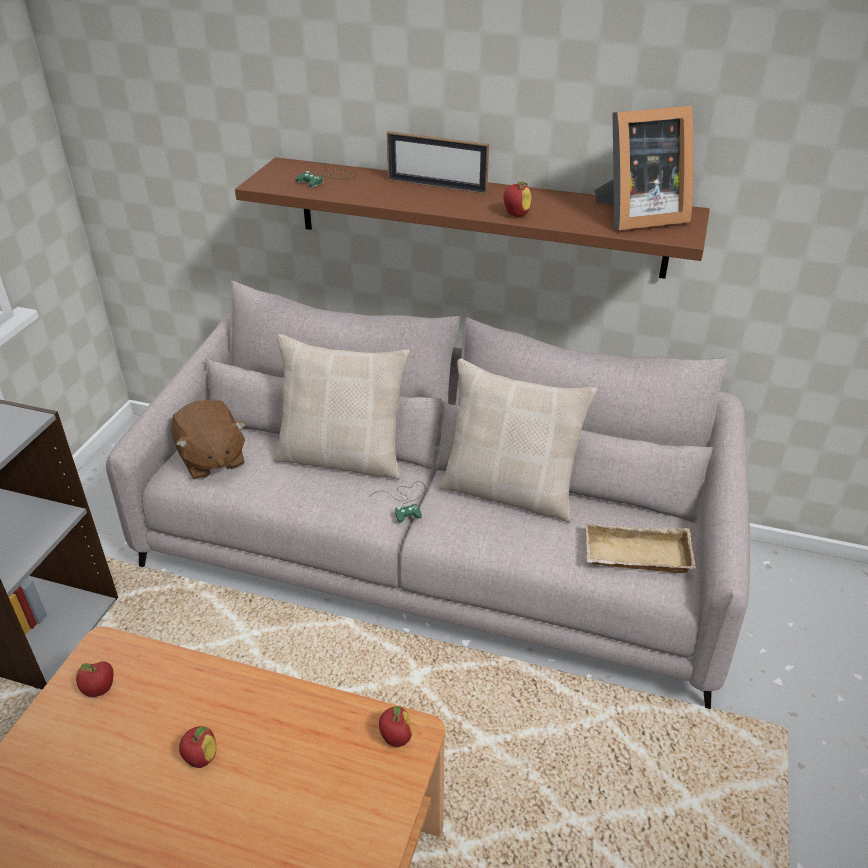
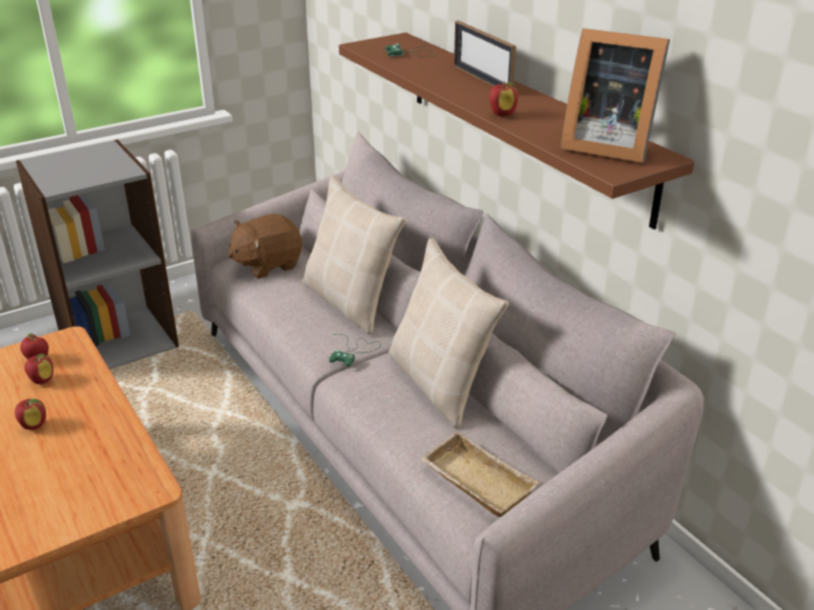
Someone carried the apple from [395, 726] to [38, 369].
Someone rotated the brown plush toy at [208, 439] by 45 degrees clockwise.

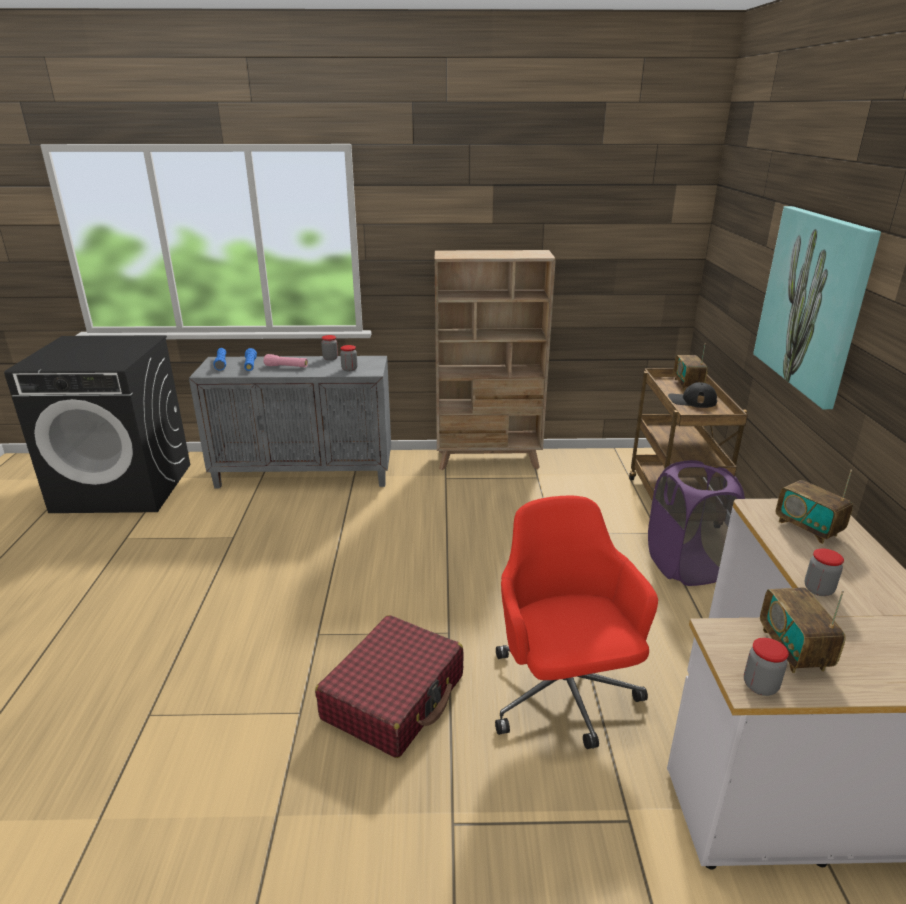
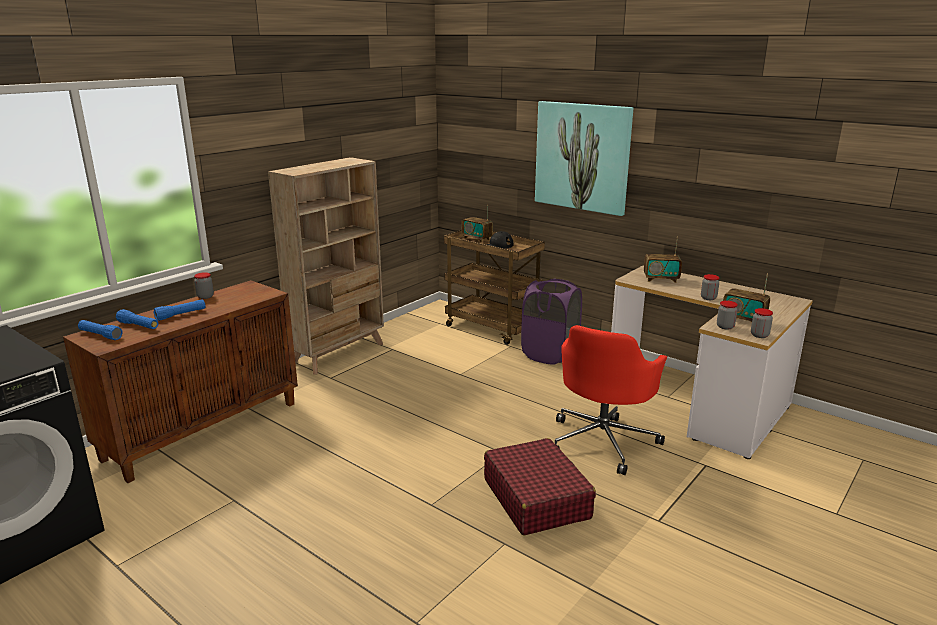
Someone carried the jar from [349, 358] to [727, 315].
Someone repainted the grey cabinet at [290, 422], which became the brown cabinet at [180, 381].
Someone repainted the pink flashlight at [285, 360], which became the blue flashlight at [179, 310].
Someone rotated the red office chair at [576, 622] by 90 degrees counterclockwise.

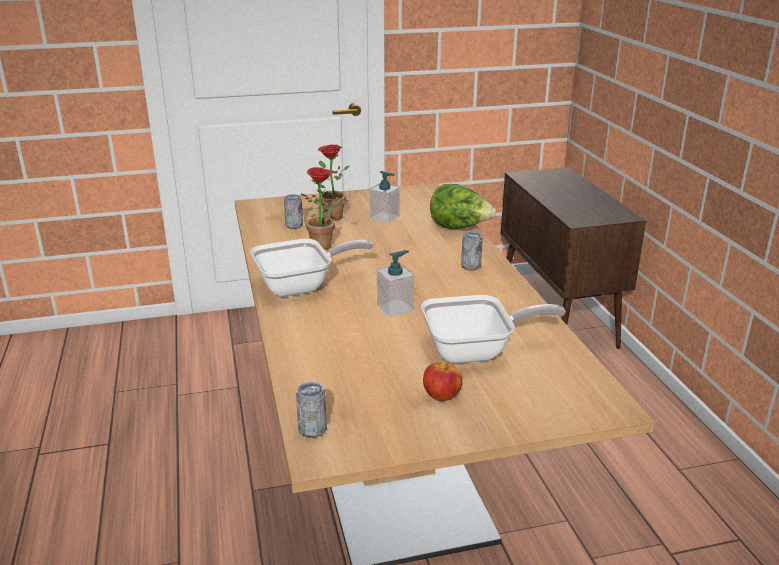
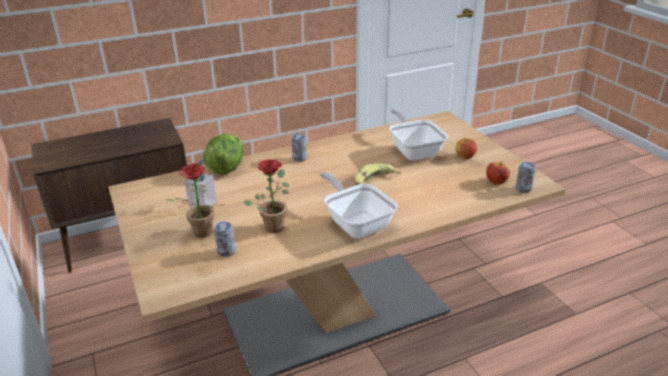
Someone put down the apple at [498, 173].
Someone swapped the soap dispenser at [395, 283] for the banana at [377, 174].

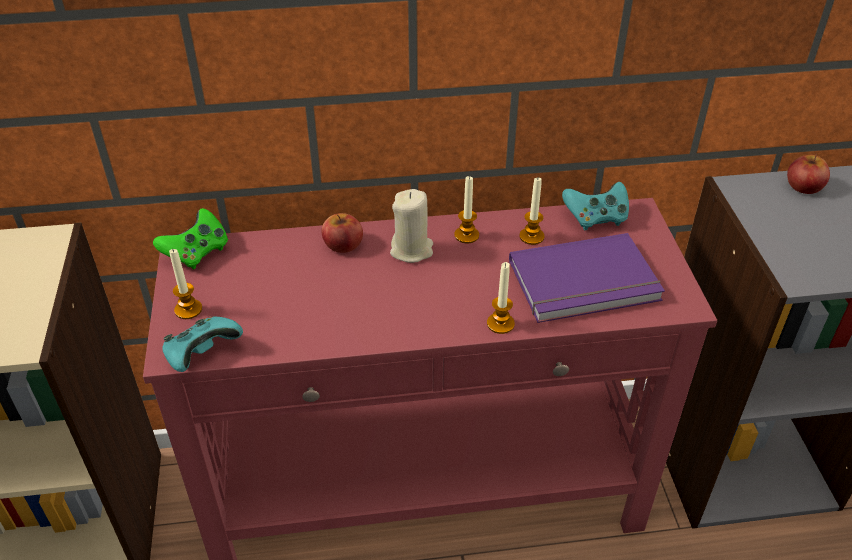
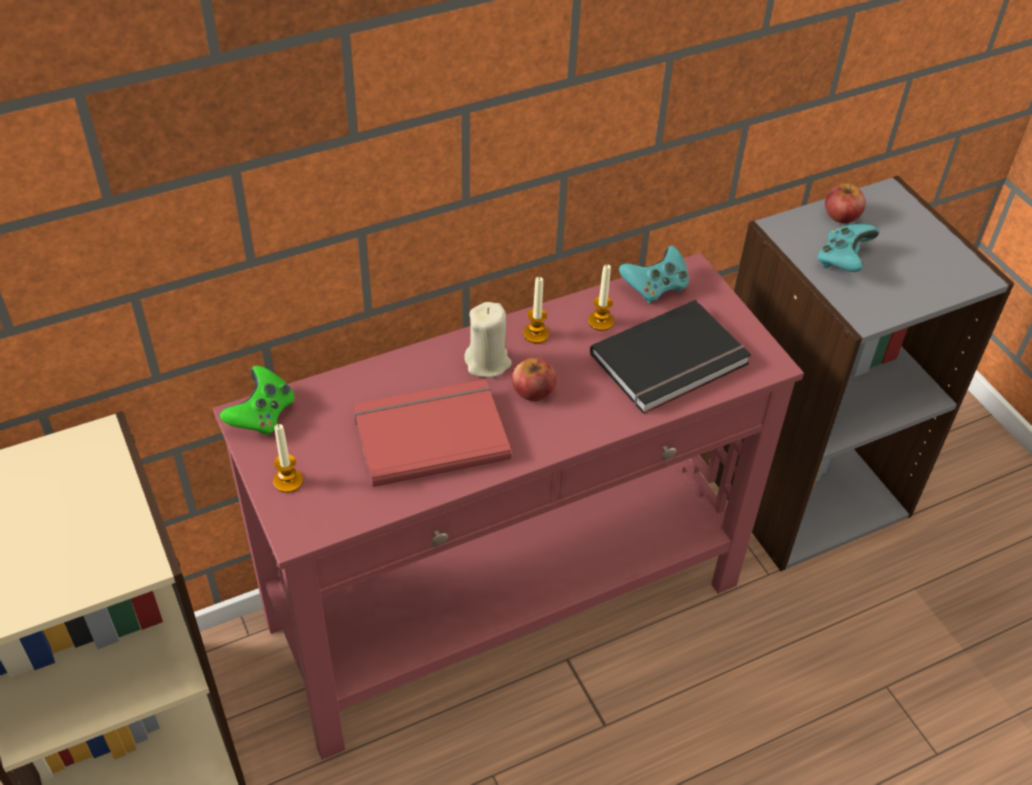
Someone took away the candle at [501, 298].
Someone put down the red book at [432, 433].
Someone carried the turquoise game controller from [202, 344] to [848, 248].
Someone carried the apple from [342, 233] to [534, 379].
Someone repainted the purple book at [587, 278], which became the black book at [670, 357].

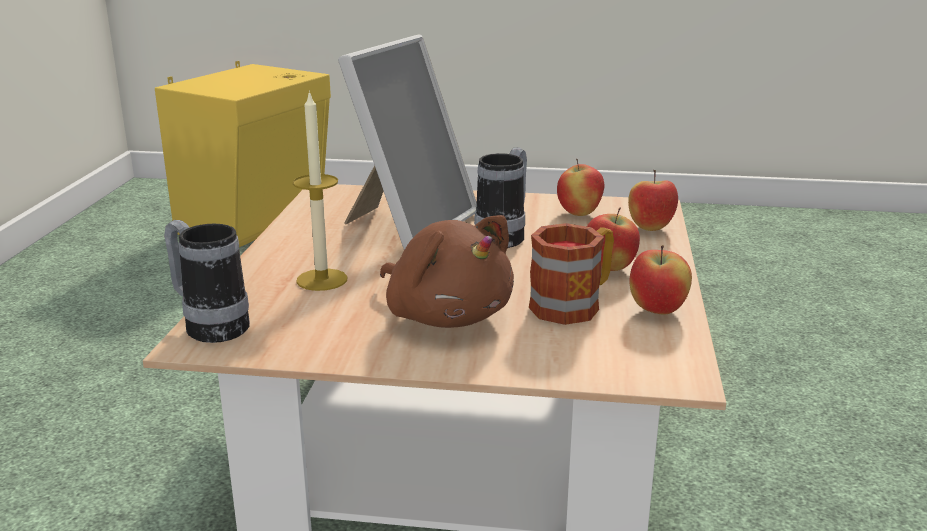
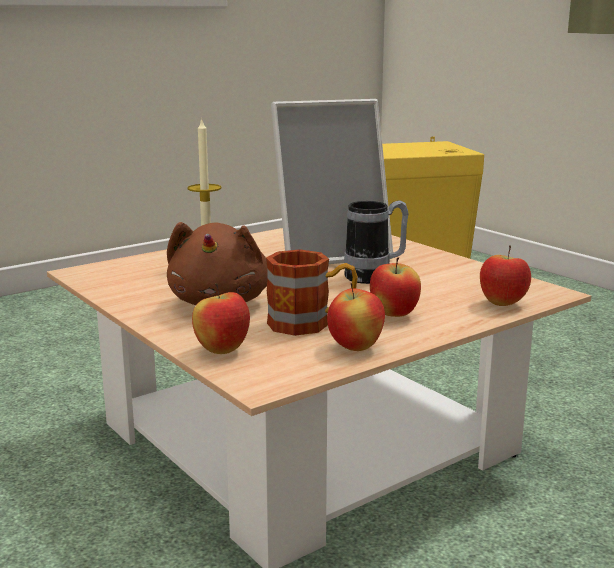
Someone took away the mug at [207, 281].
Someone carried the apple from [580, 187] to [221, 318].

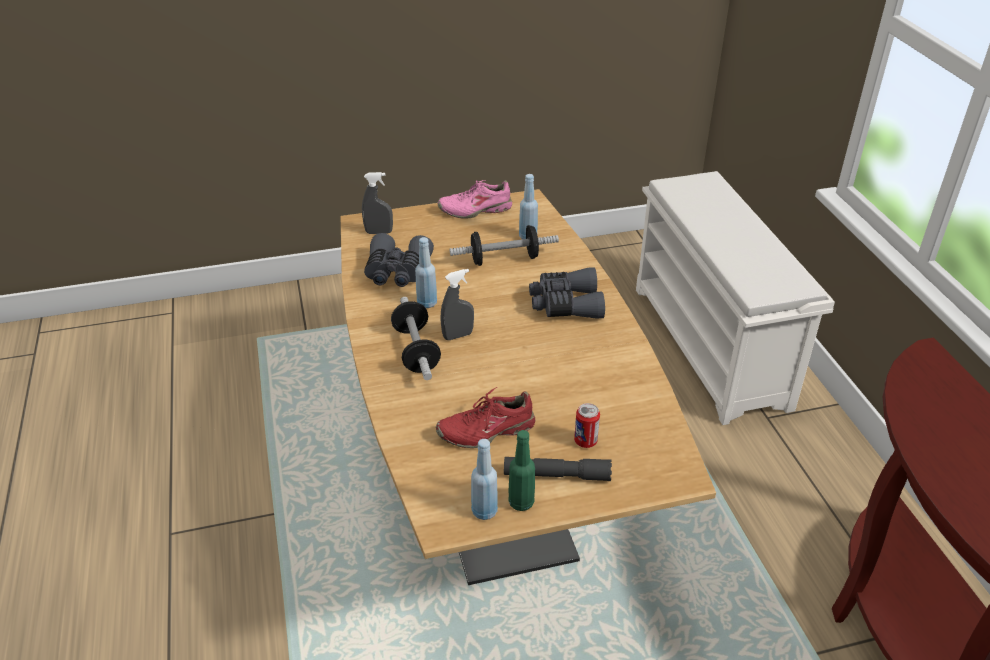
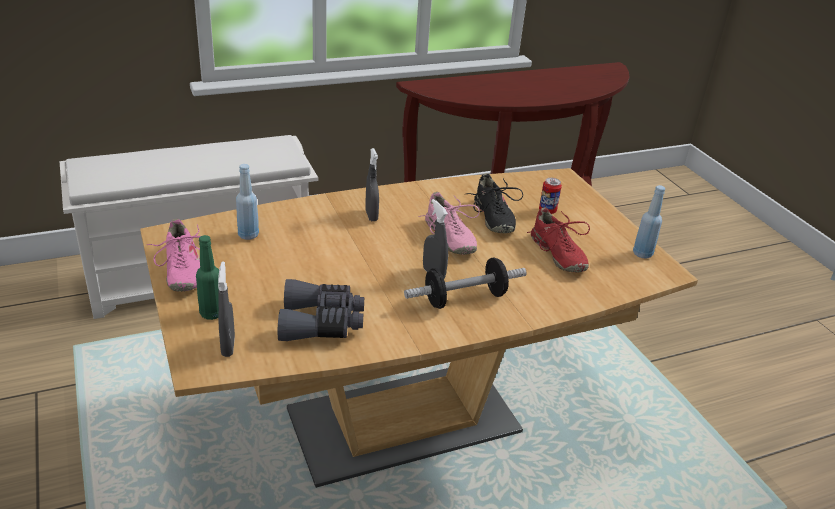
Someone took away the blue bottle at [426, 272].
Someone took away the dumbbell at [504, 245].
Someone took away the grey flashlight at [558, 469].
Someone put down the pink shoe at [449, 223].
Someone put down the black shoe at [493, 203].
Someone carried the green bottle from [521, 470] to [207, 277].
Someone swapped the grey binoculars at [567, 293] for the grey spray bottle at [372, 184].

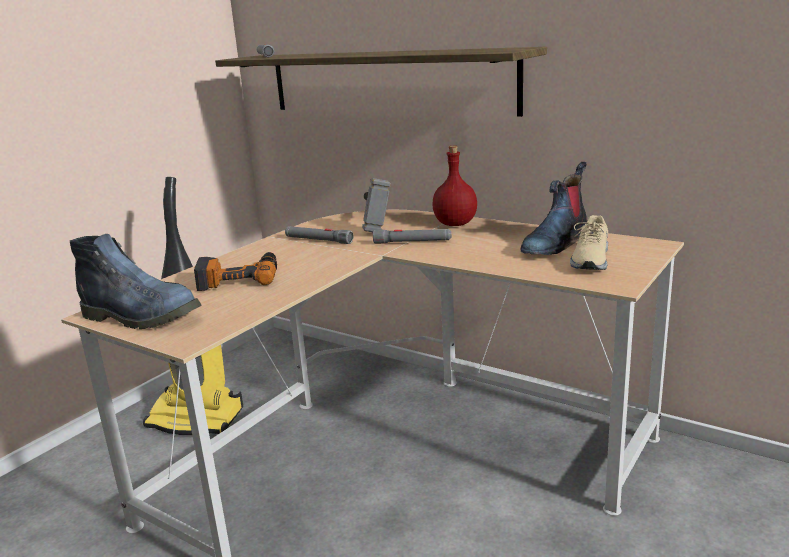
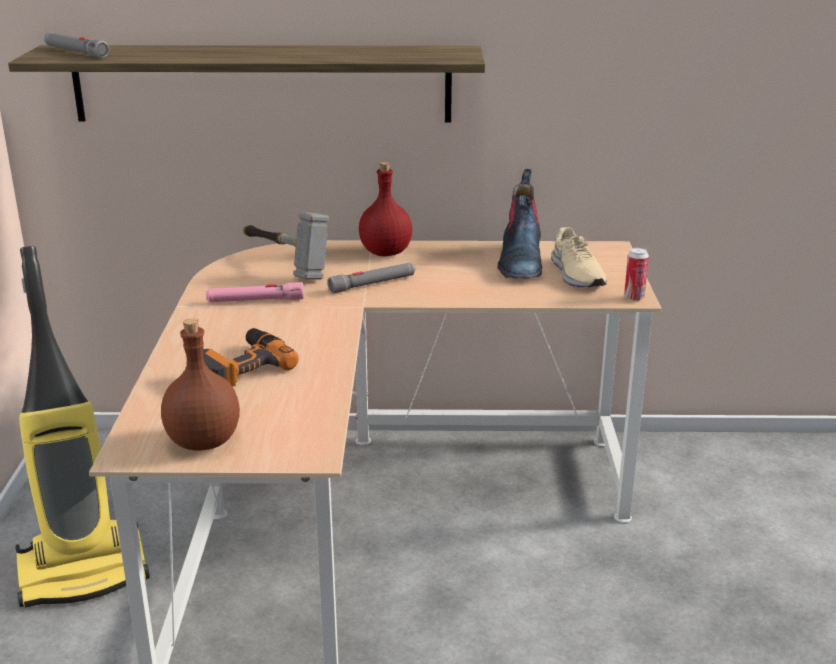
Someone put down the can at [636, 274].
Someone swapped the boot at [136, 281] for the brown bottle at [200, 384].
Someone repainted the grey flashlight at [319, 235], which became the pink flashlight at [255, 292].

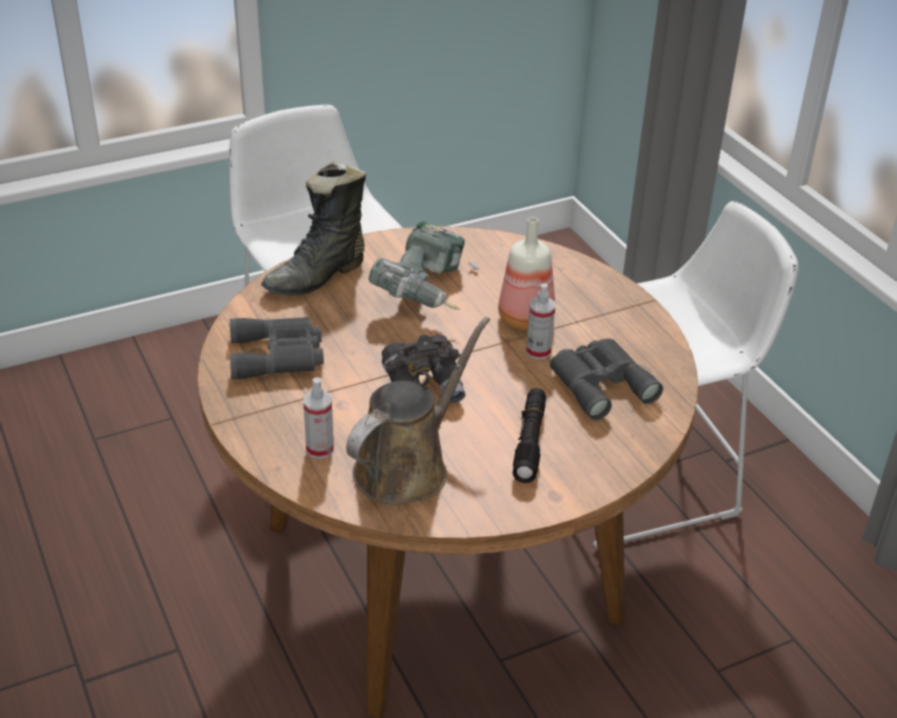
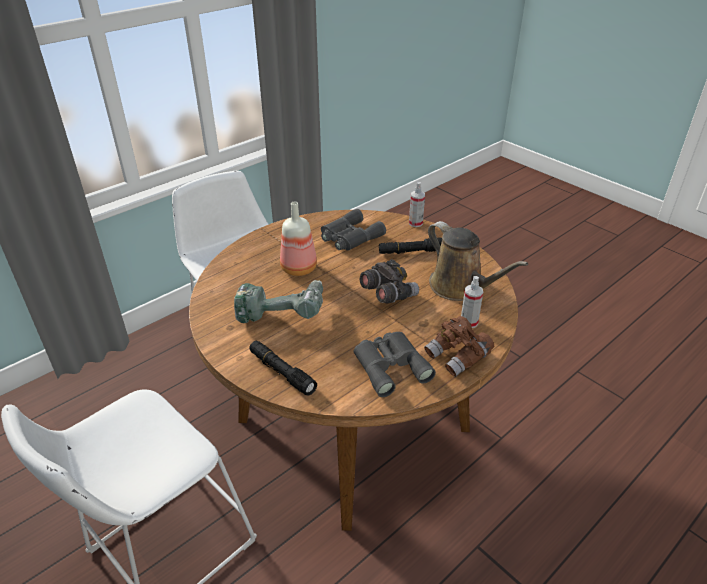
Someone put down the brown binoculars at [459, 346].
Someone carried the spray bottle from [540, 322] to [417, 204].
Someone swapped the black boot at [313, 228] for the black flashlight at [283, 368].
Someone rotated the brown watering can at [418, 411] by 150 degrees counterclockwise.

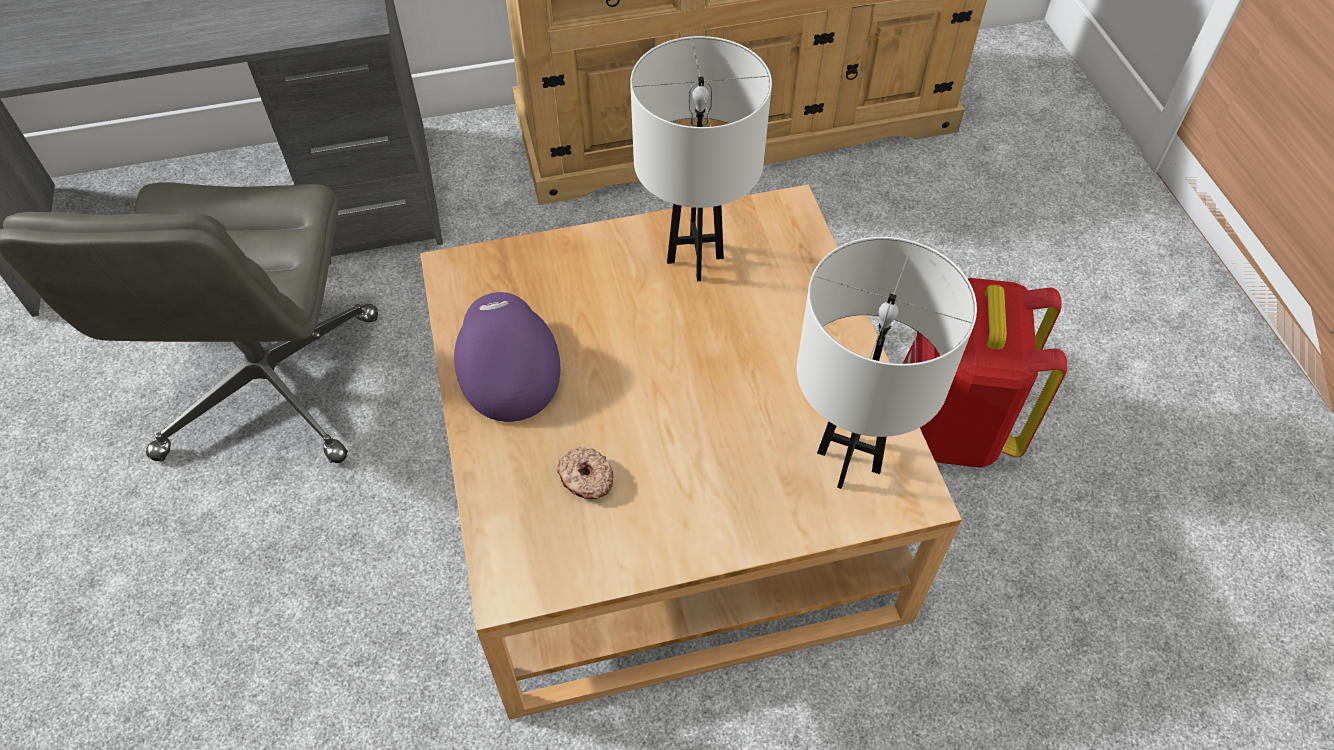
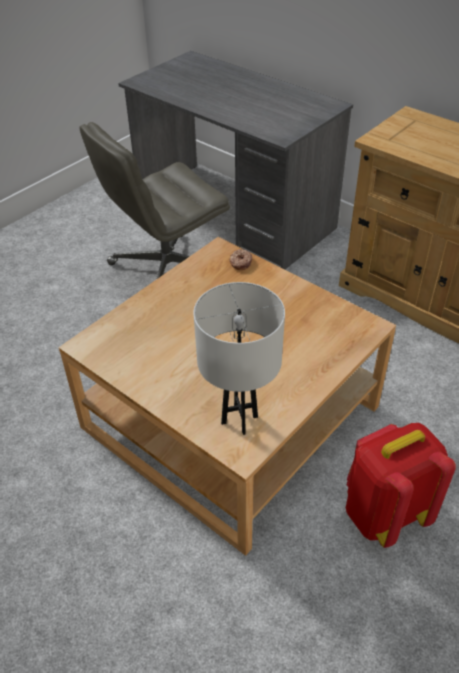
Someone took away the purple cap at [507, 357].
Someone took away the white table lamp at [701, 158].
Someone carried the donut from [585, 473] to [240, 259].

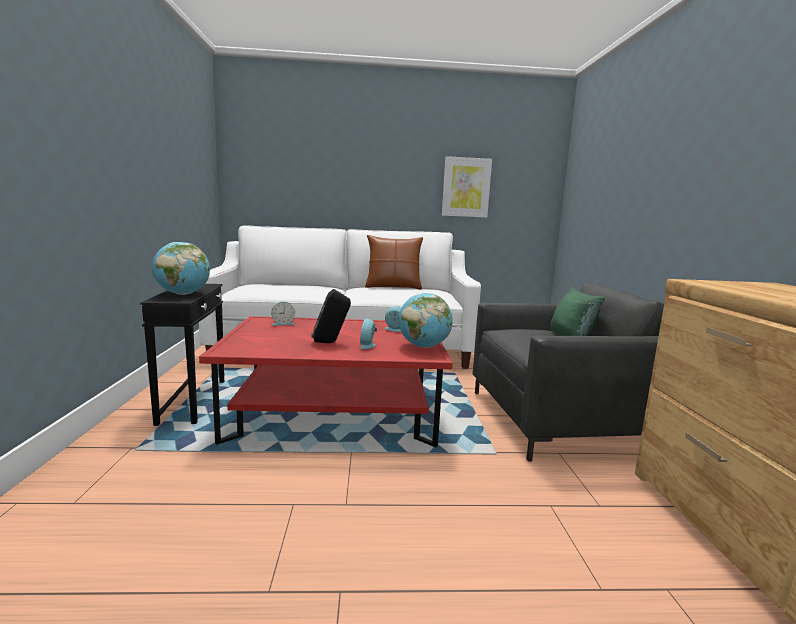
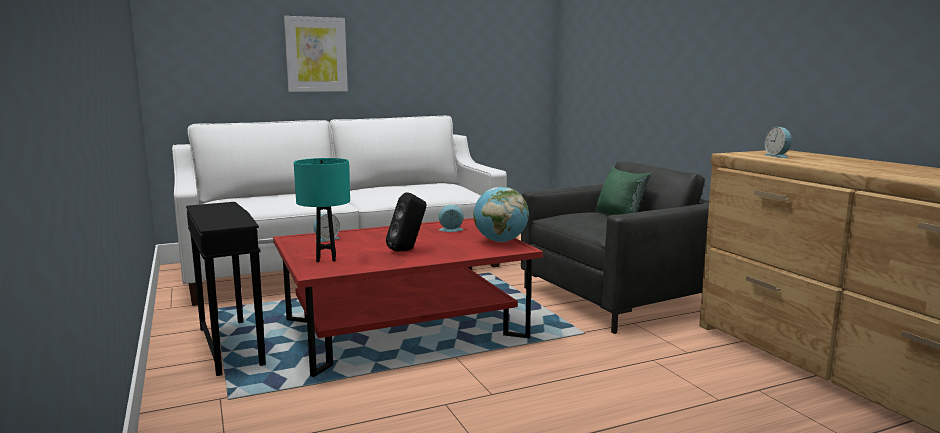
Someone took away the globe at [181, 268].
Someone took away the brown pillow at [394, 262].
Someone put down the turquoise table lamp at [322, 210].
Someone carried the alarm clock from [368, 334] to [778, 142].
Someone carried the picture from [467, 187] to [316, 54].

